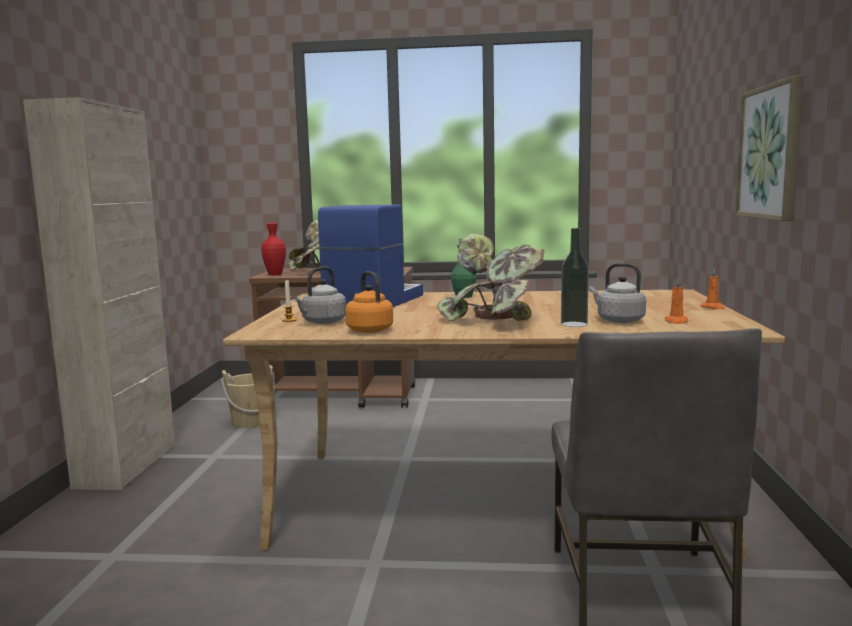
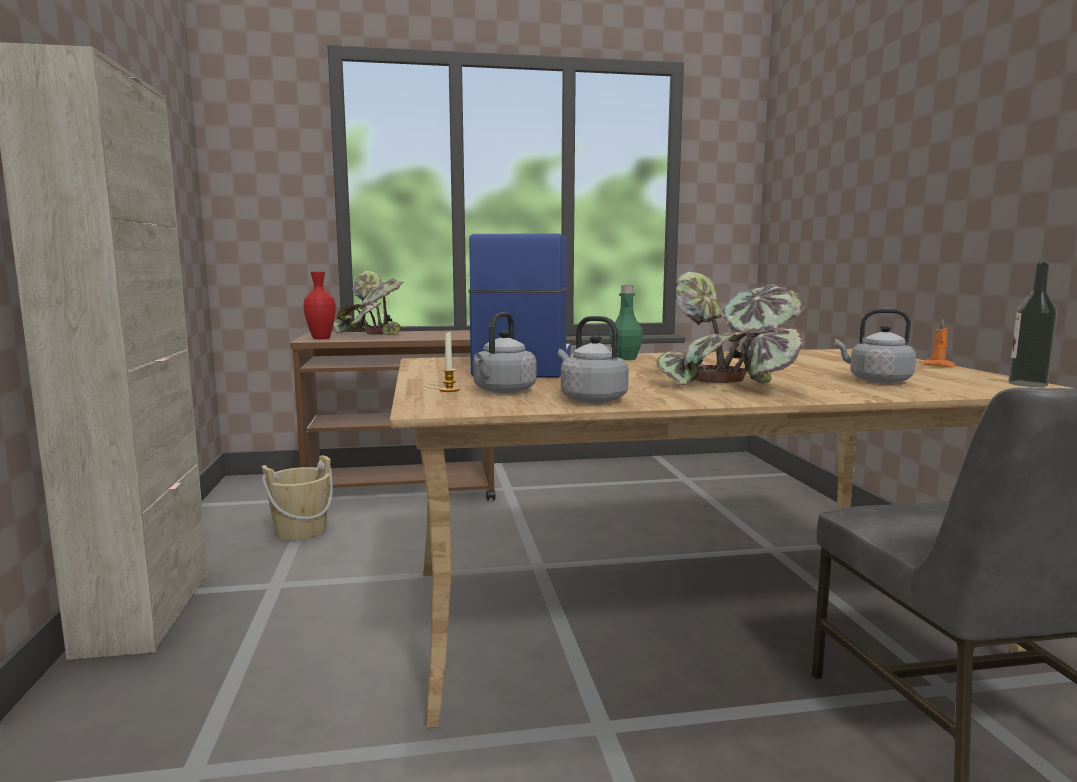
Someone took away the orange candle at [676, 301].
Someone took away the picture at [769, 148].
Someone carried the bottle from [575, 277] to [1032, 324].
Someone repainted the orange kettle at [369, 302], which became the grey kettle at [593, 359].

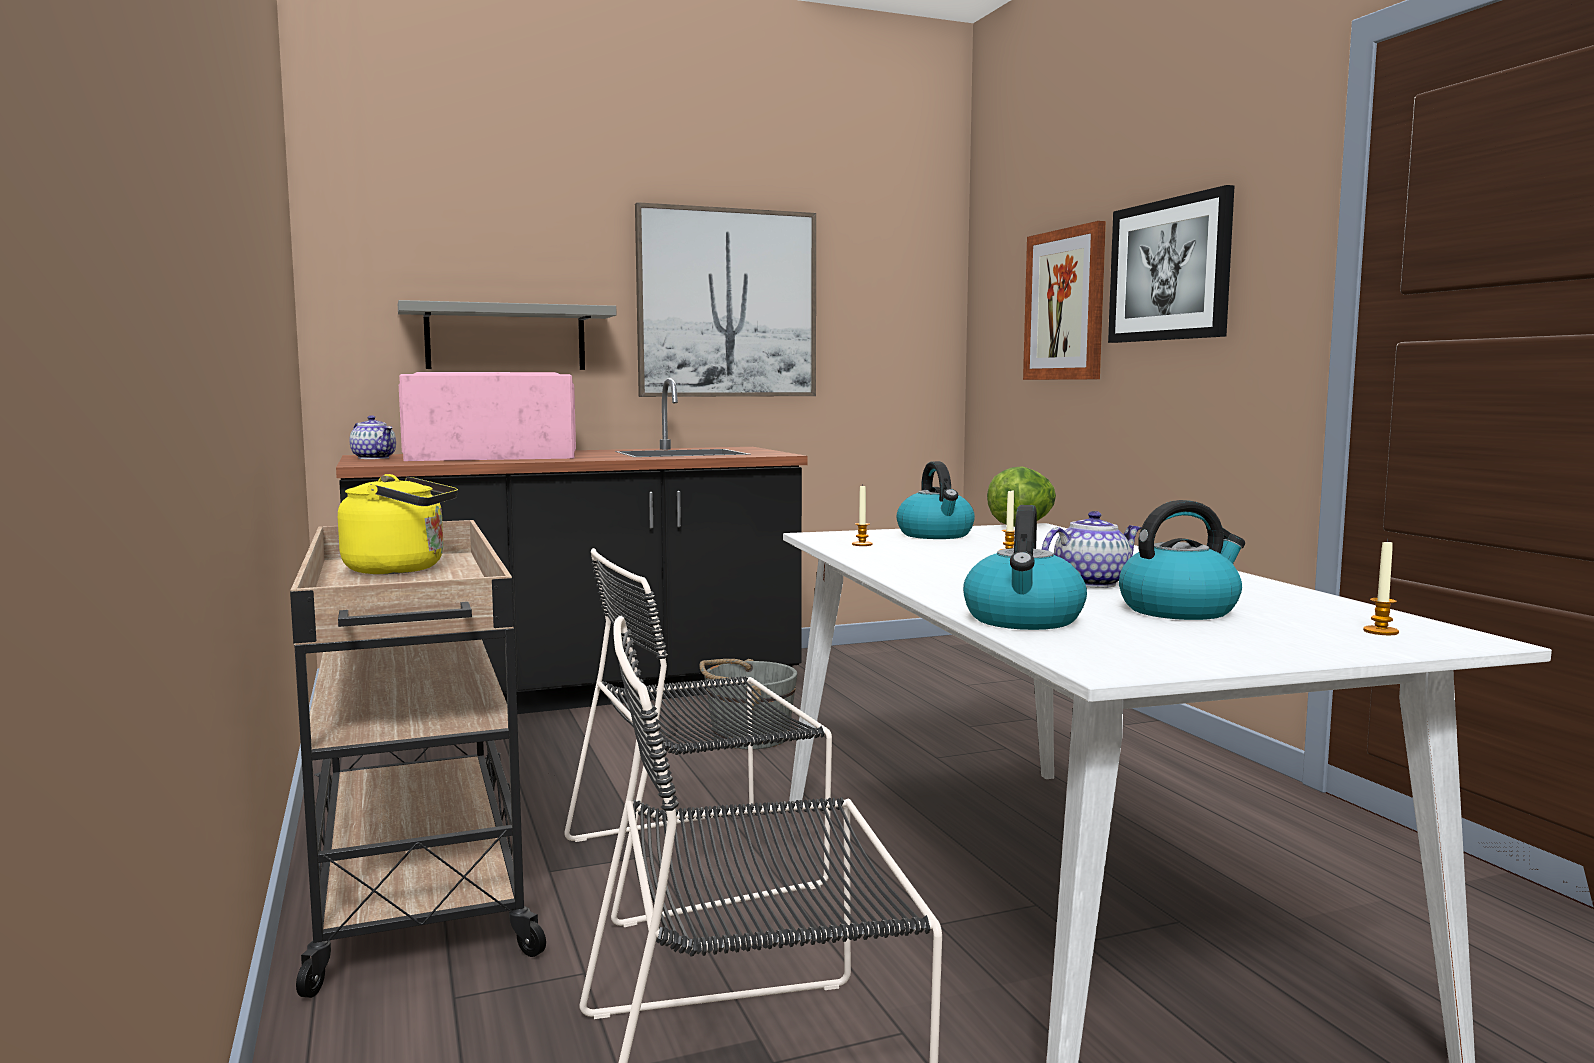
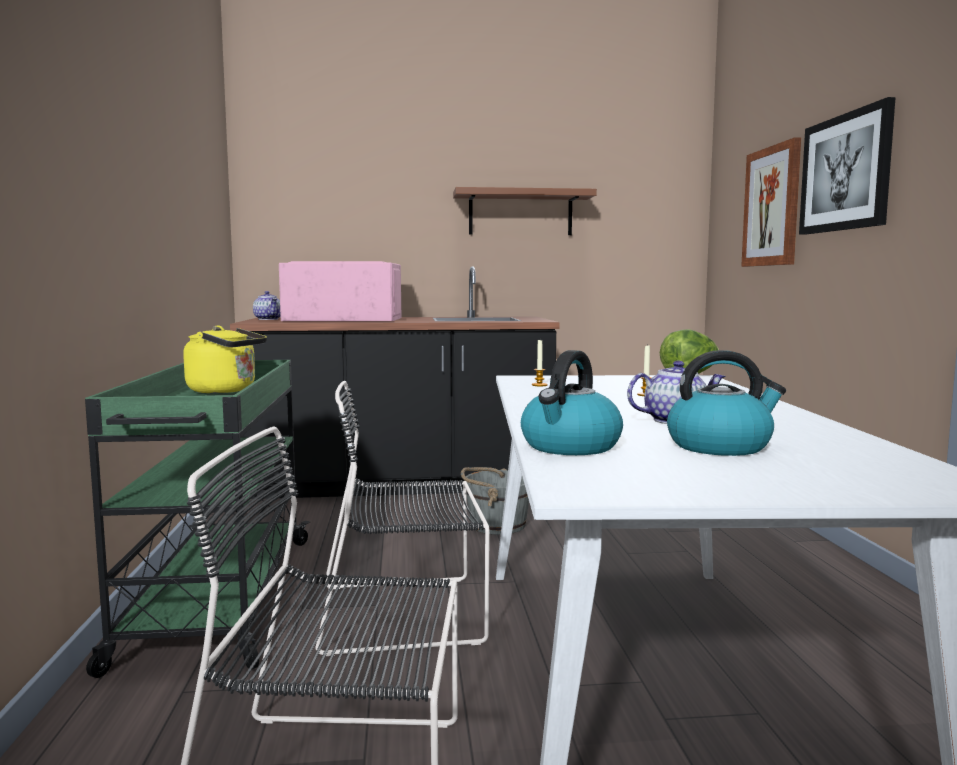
Someone took away the grey shelf at [507, 335].
Someone took away the kettle at [936, 500].
Someone took away the candle at [1381, 587].
Someone swapped the picture at [725, 299] for the brown shelf at [525, 211].
Someone repainted the beige cart at [418, 759], which became the green cart at [197, 519].

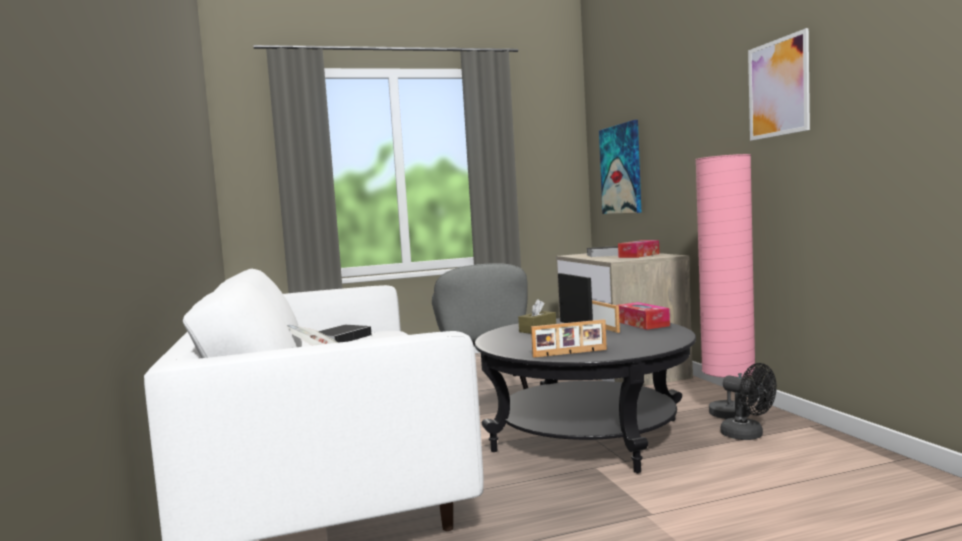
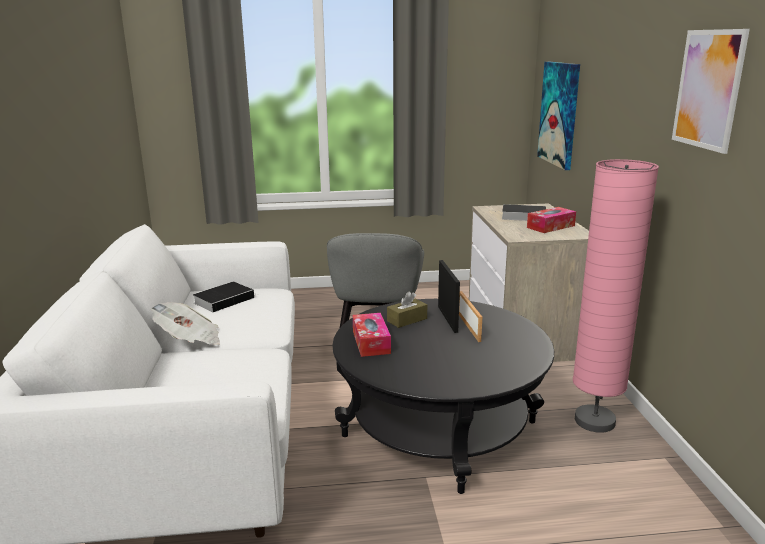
Someone took away the picture frame at [569, 338].
Someone took away the black fan at [748, 401].
Someone carried the tissue box from [643, 316] to [372, 335].

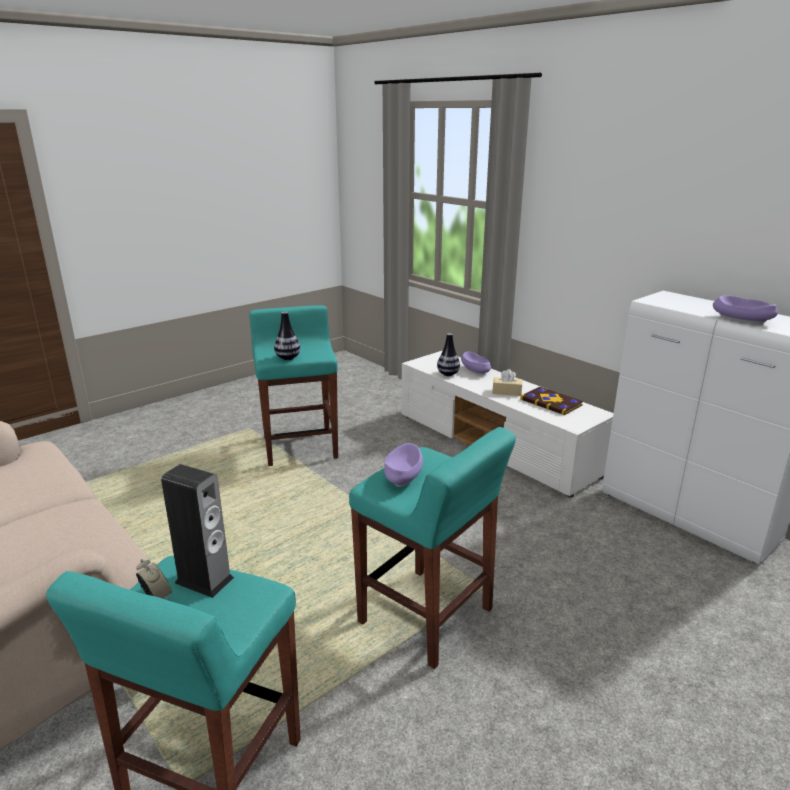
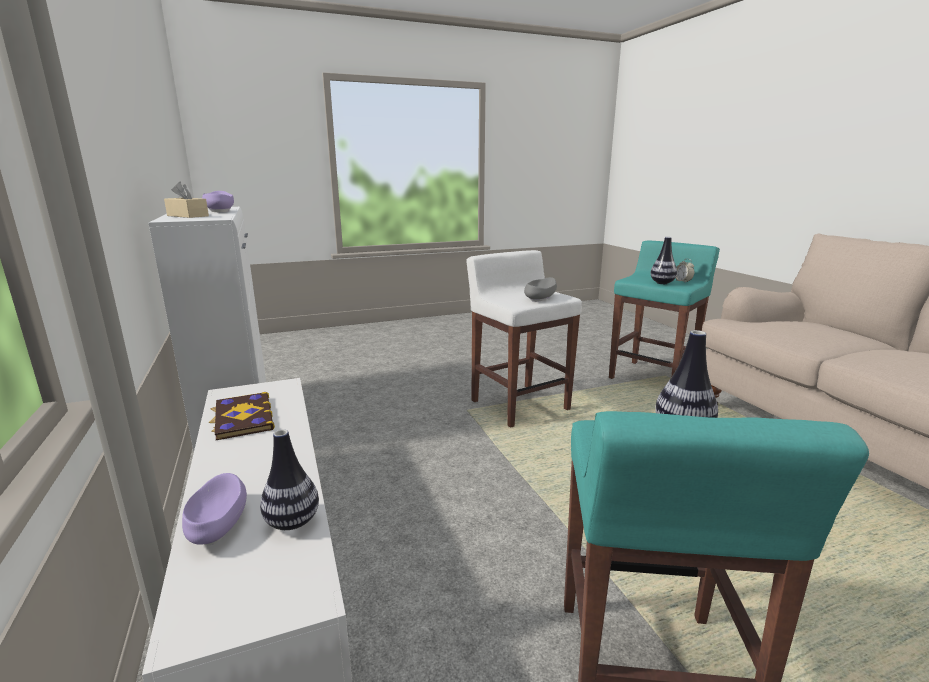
Someone carried the beige tissue box from [507, 382] to [186, 199].
Someone swapped the speaker at [197, 531] for the vase at [663, 260].
Someone repainted the turquoise stool at [432, 548], which became the white stool at [524, 339].
Someone repainted the purple bowl at [403, 465], which became the grey bowl at [540, 289].

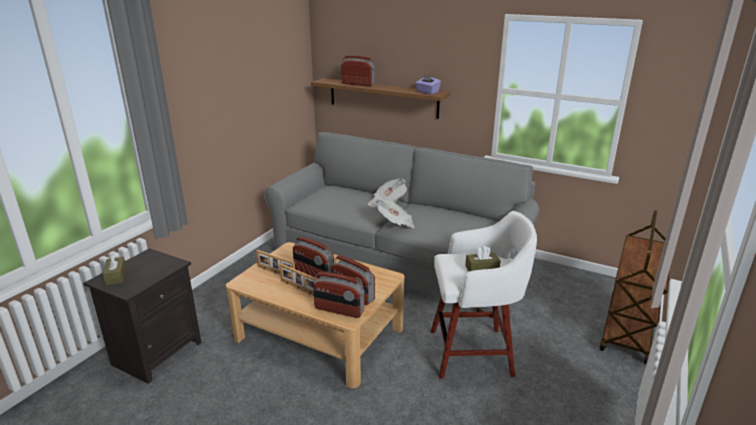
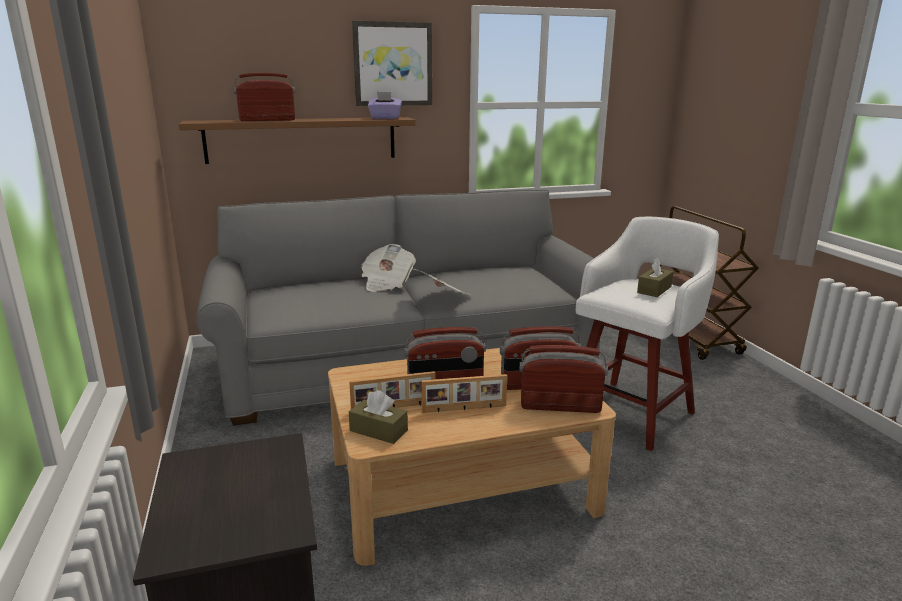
Someone put up the picture at [392, 63].
Someone carried the brown tissue box from [114, 269] to [378, 417].
Someone rotated the radio at [339, 295] by 150 degrees counterclockwise.

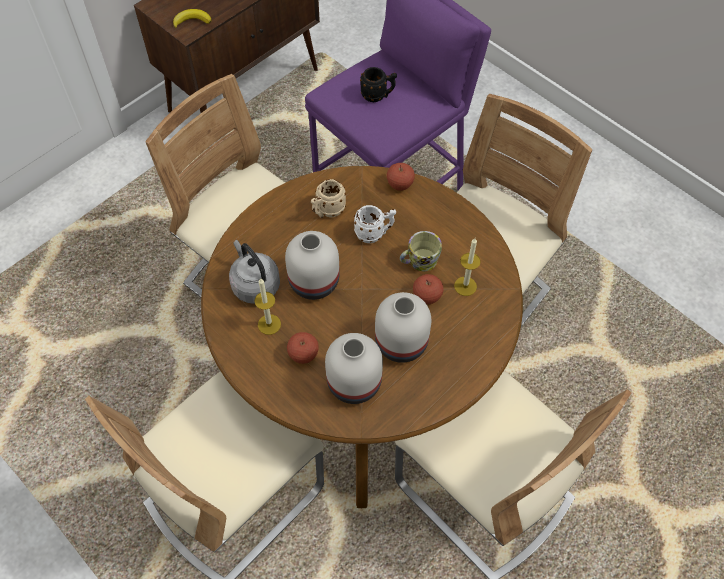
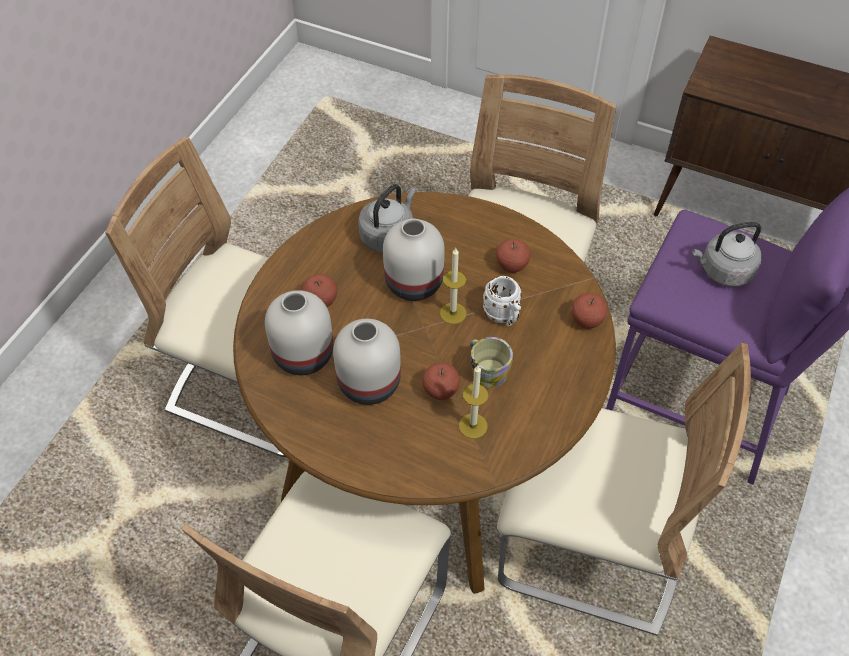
Someone took away the banana at [192, 19].
Someone carried the candle from [267, 307] to [453, 286].
Someone swapped the beige mug at [328, 198] for the apple at [513, 256].
Someone swapped the black mug at [378, 84] for the grey kettle at [727, 254].

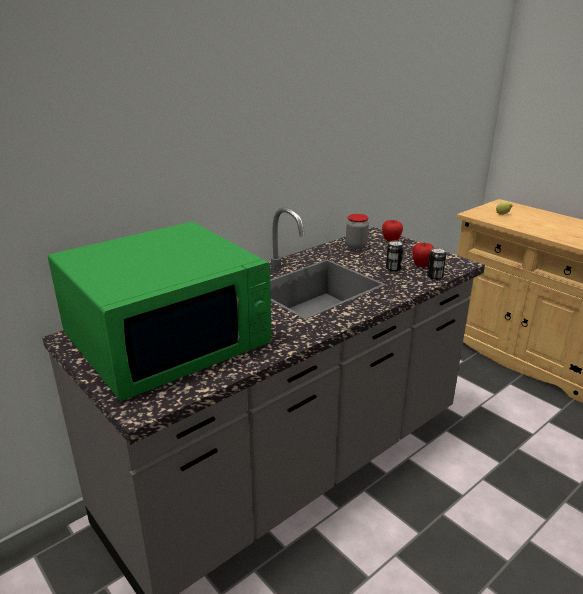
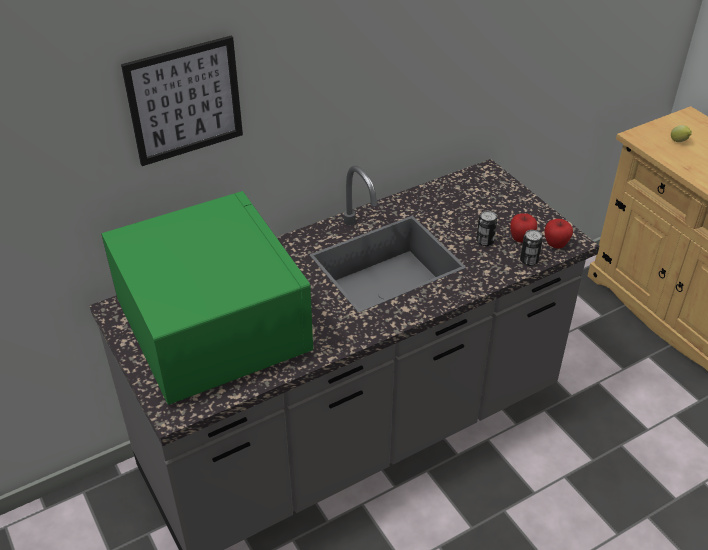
Someone took away the jar at [357, 232].
Someone put up the picture at [182, 101].
Someone carried the apple from [392, 231] to [558, 233].
Someone rotated the green microwave at [159, 311] by 90 degrees counterclockwise.

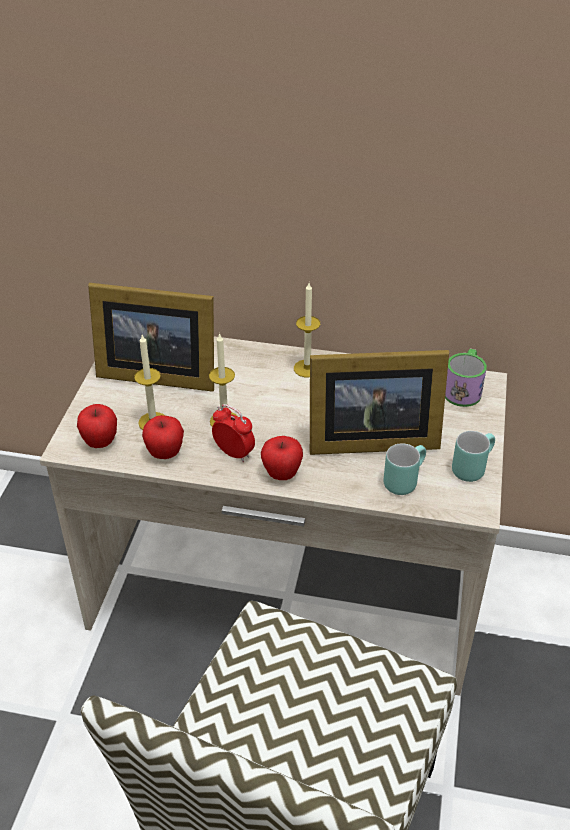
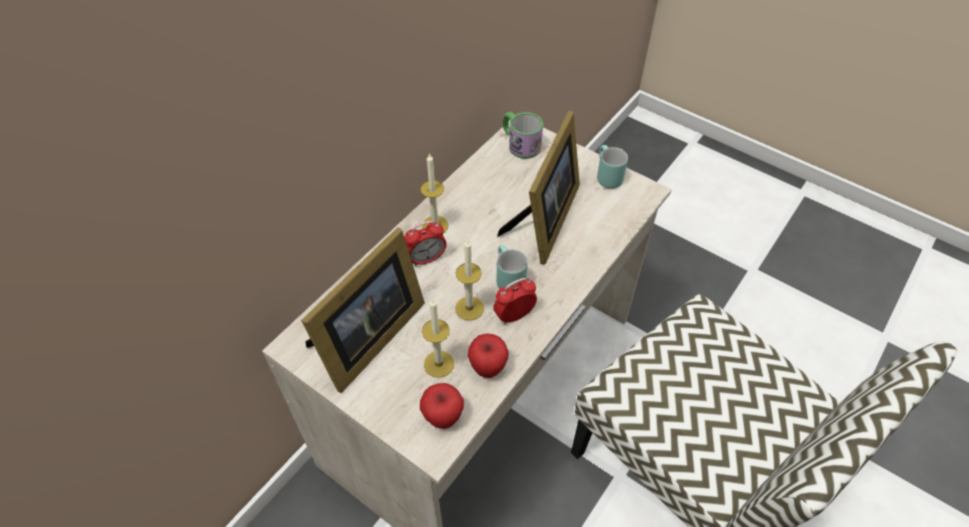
Someone took away the apple at [282, 458].
Someone put down the alarm clock at [425, 244].
Someone carried the turquoise mug from [405, 469] to [512, 267].

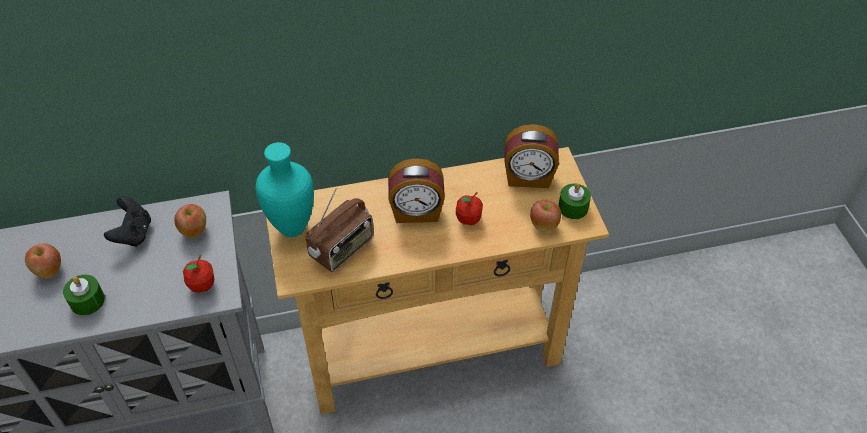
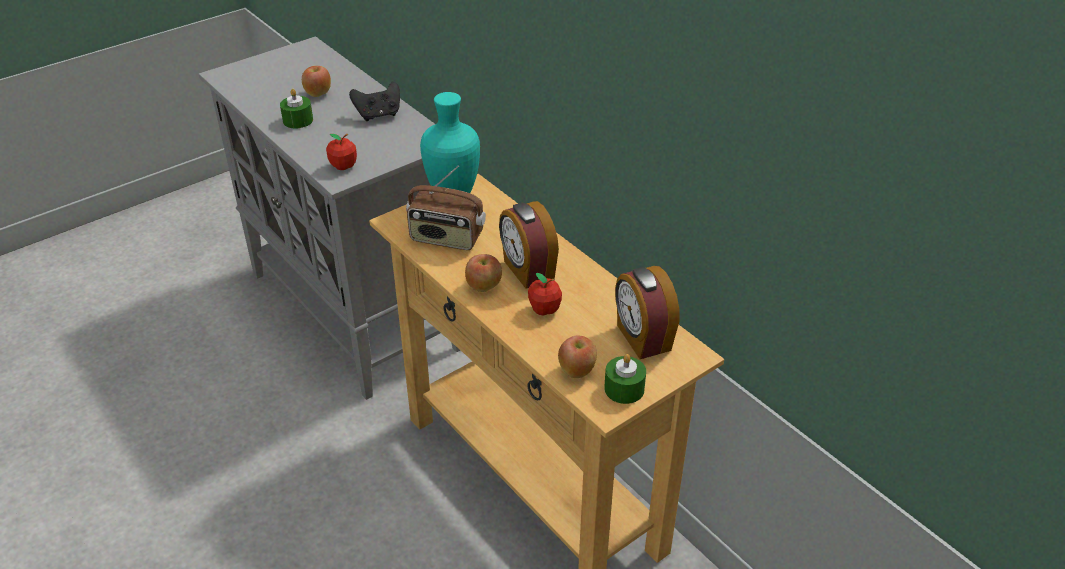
Someone carried the apple from [190, 221] to [483, 273].

